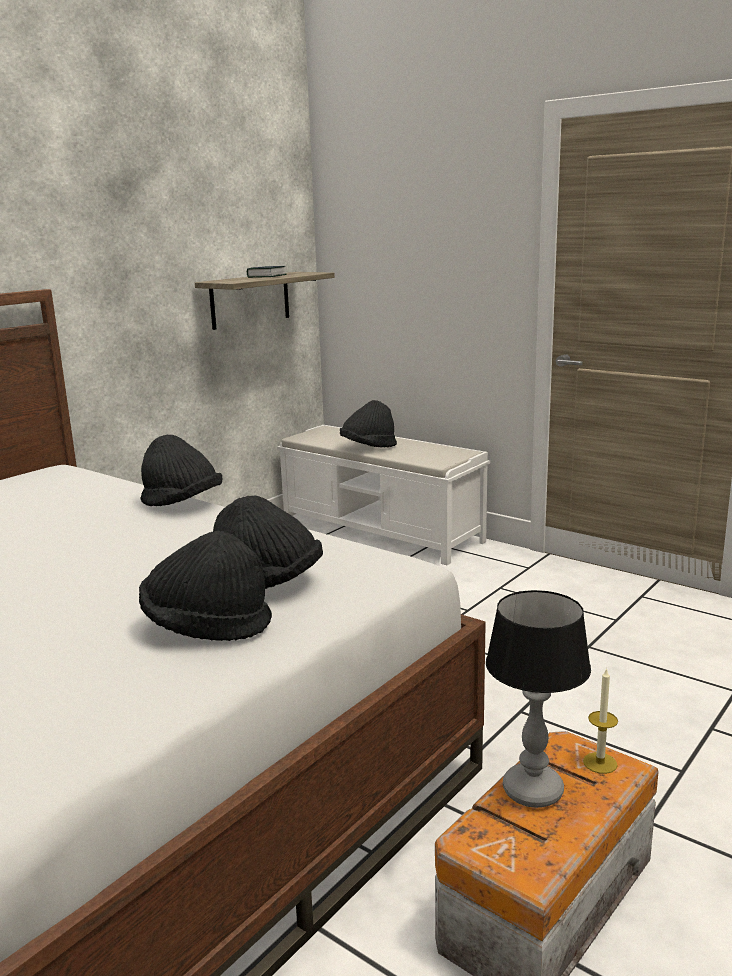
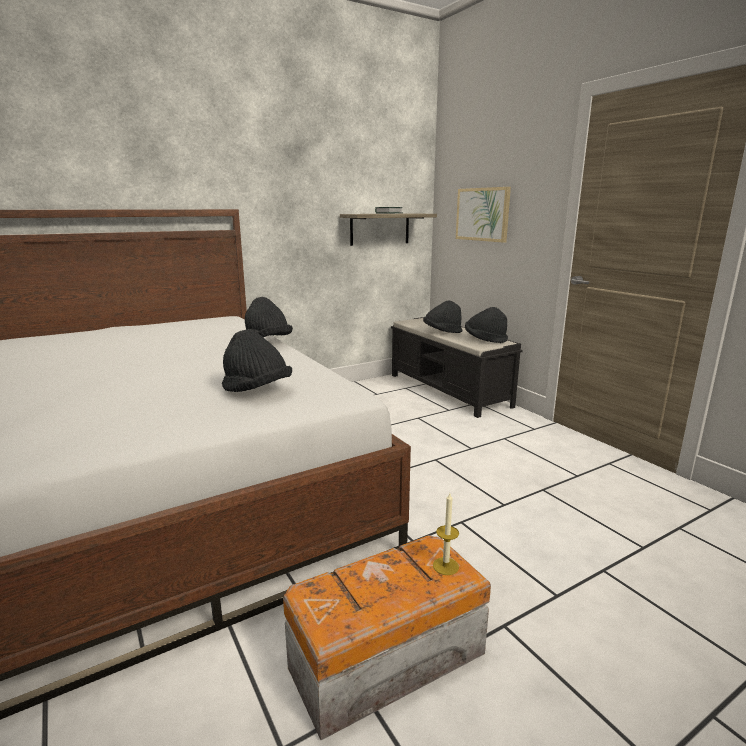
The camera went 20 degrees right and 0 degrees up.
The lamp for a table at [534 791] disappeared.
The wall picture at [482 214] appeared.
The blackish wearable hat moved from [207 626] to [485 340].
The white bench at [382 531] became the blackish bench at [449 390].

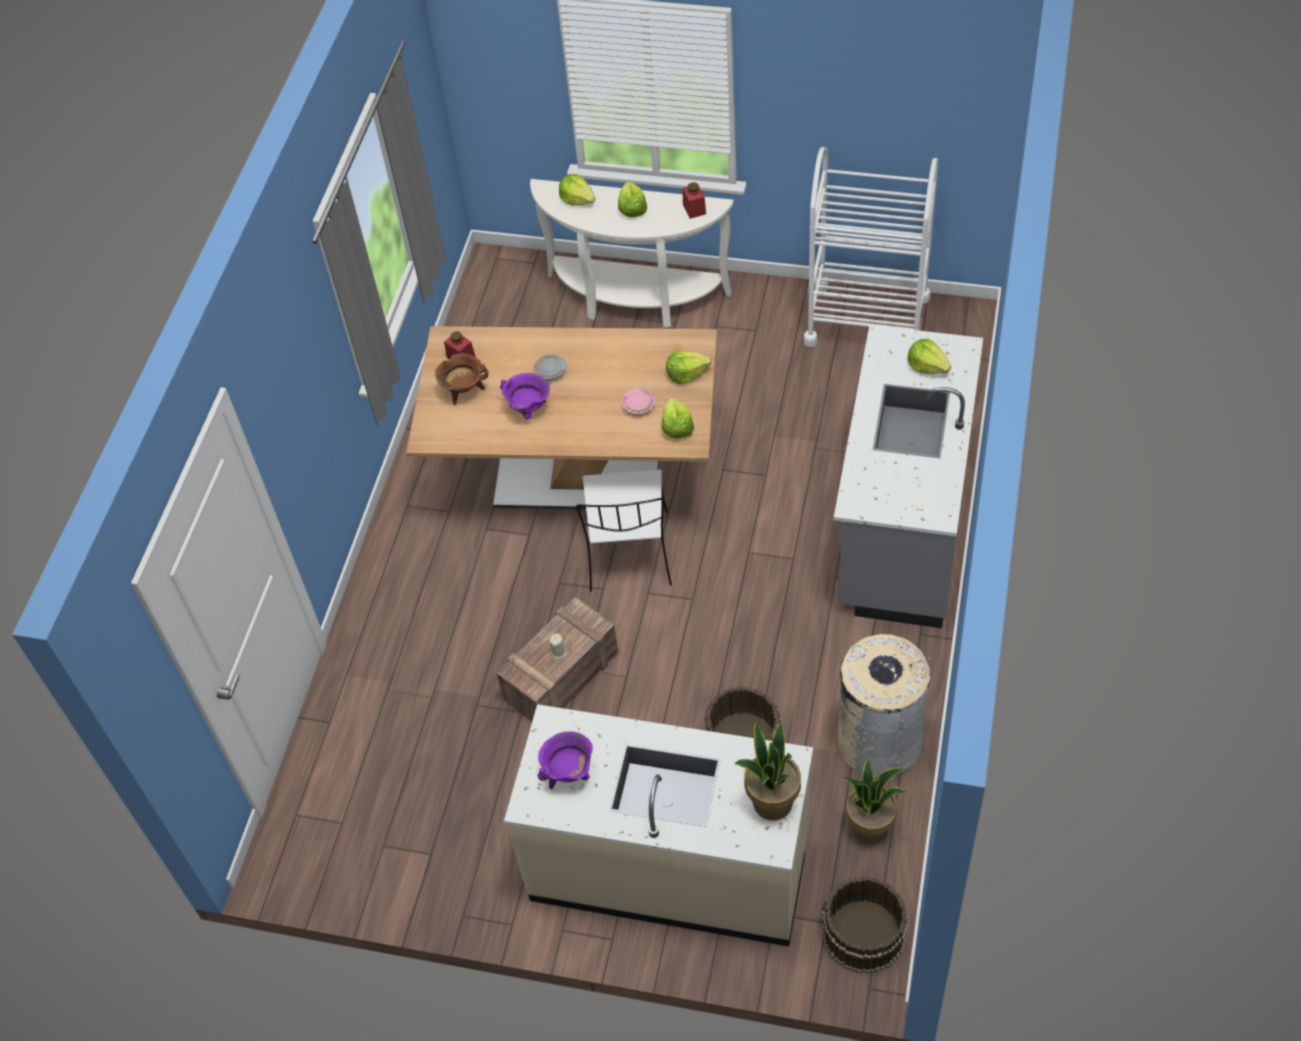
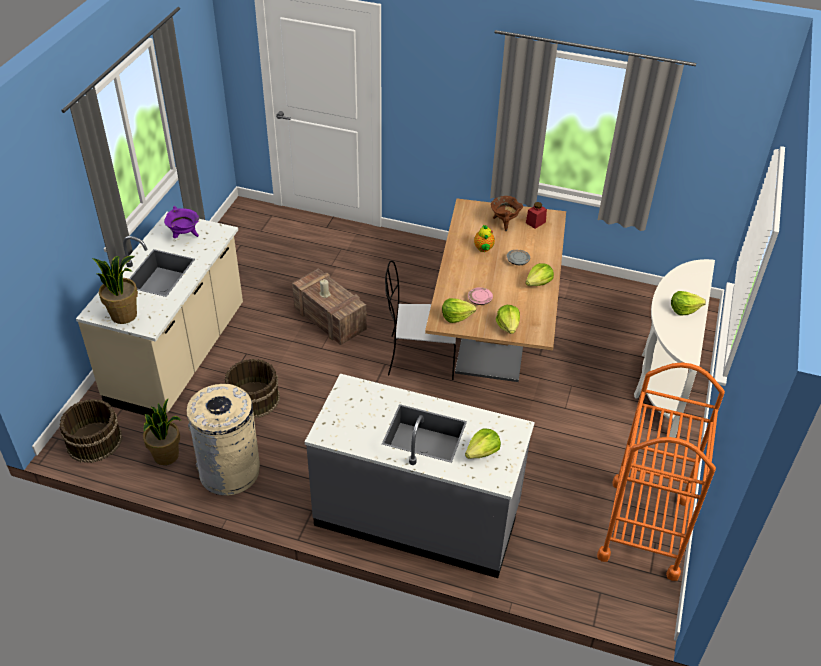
The camera went 90 degrees right and 10 degrees down.
The reddish jar at [694 209] disappeared.
The lettuce head moved from [577 199] to [538 283].
The purple-coloured stockpot at [528 410] was replaced by the teapot at [483 249].
The white wheeled cart at [867 320] became the orangey wheeled cart at [644 528].

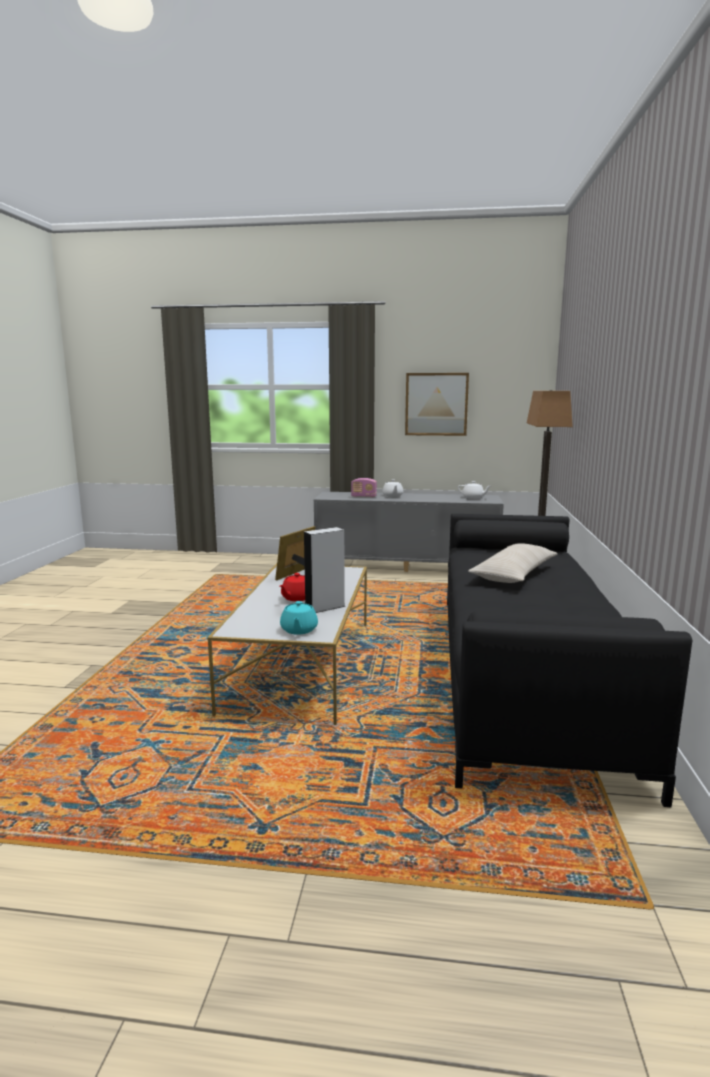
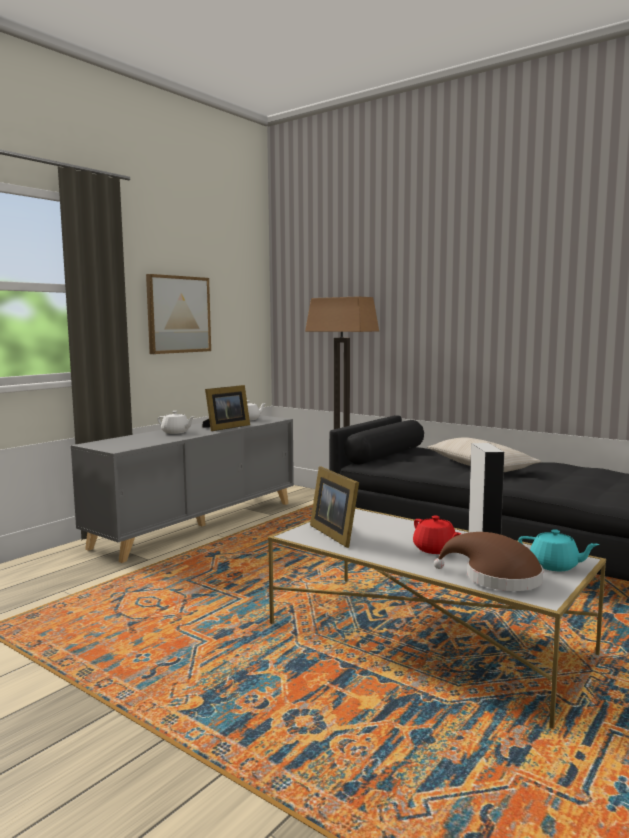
The camera went 60 degrees left and 5 degrees down.
The radio at [363 496] disappeared.
The standing frame at [225 427] appeared.
The brownish wearable hat at [496 578] appeared.

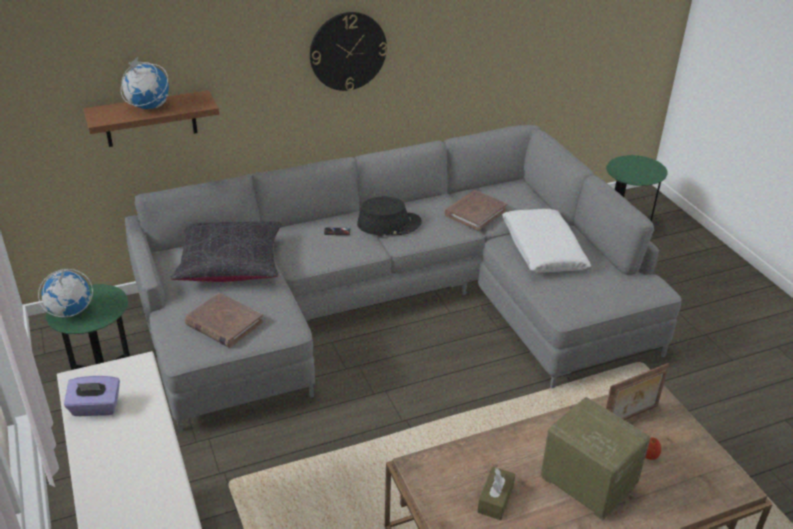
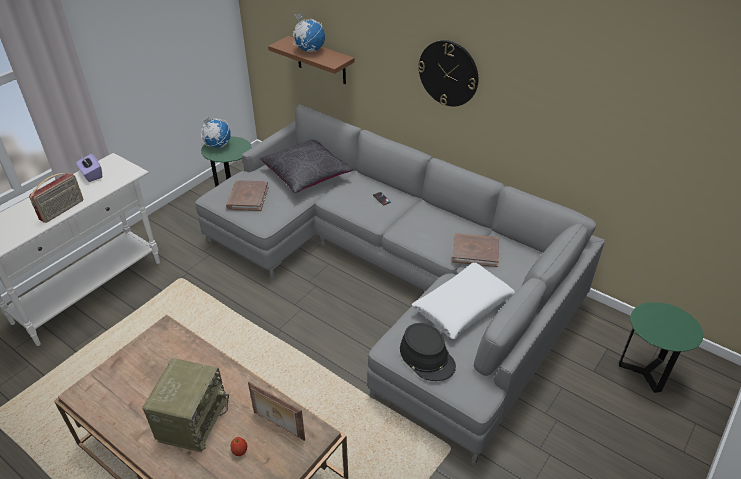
The camera went 60 degrees right and 5 degrees up.
The brownish tissue holder at [495 499] disappeared.
The radio at [62 210] appeared.
The blackish wearable hat moved from [389 223] to [427 357].

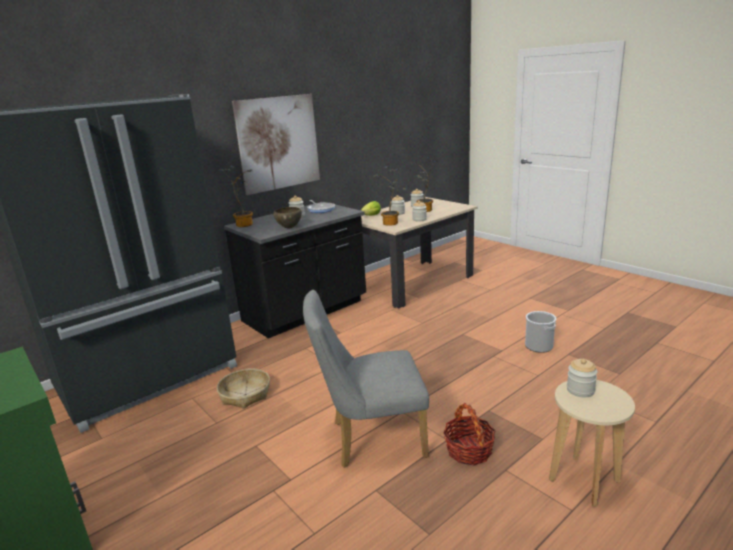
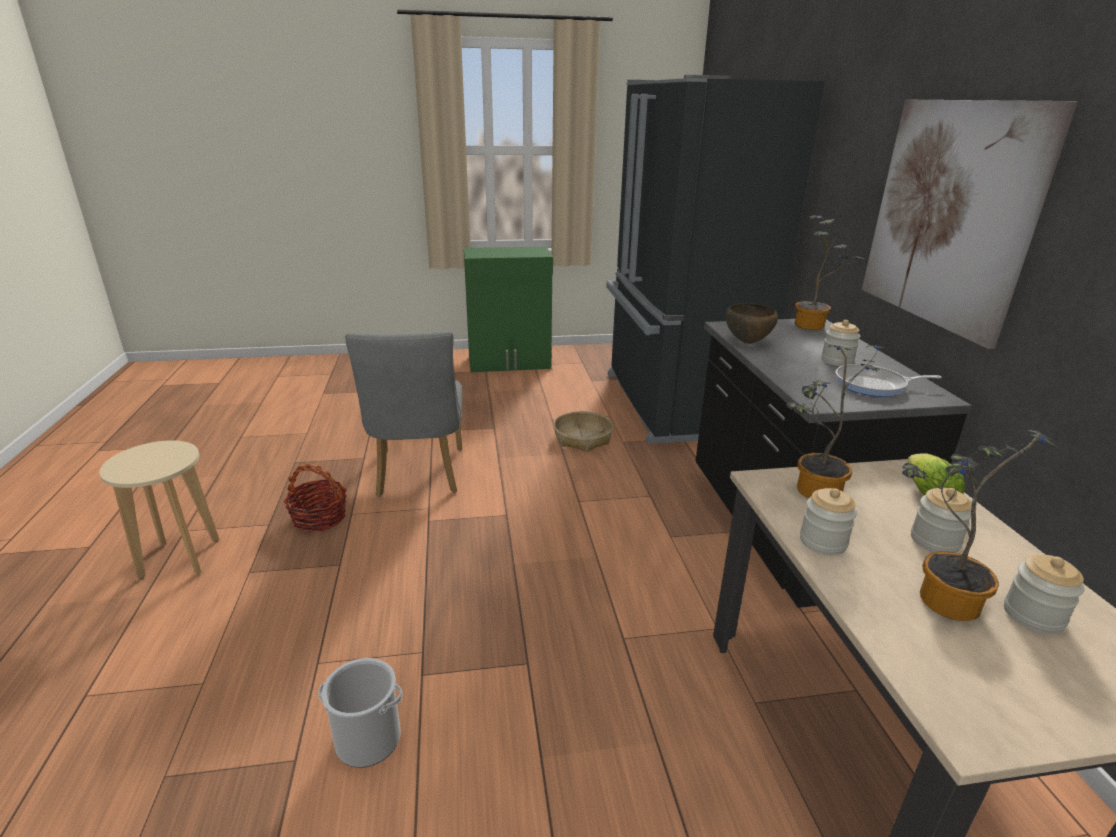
The camera went 120 degrees right and 5 degrees up.
The jar at [580 390] disappeared.
The gray chair at [370 439] turned 150 degrees clockwise.

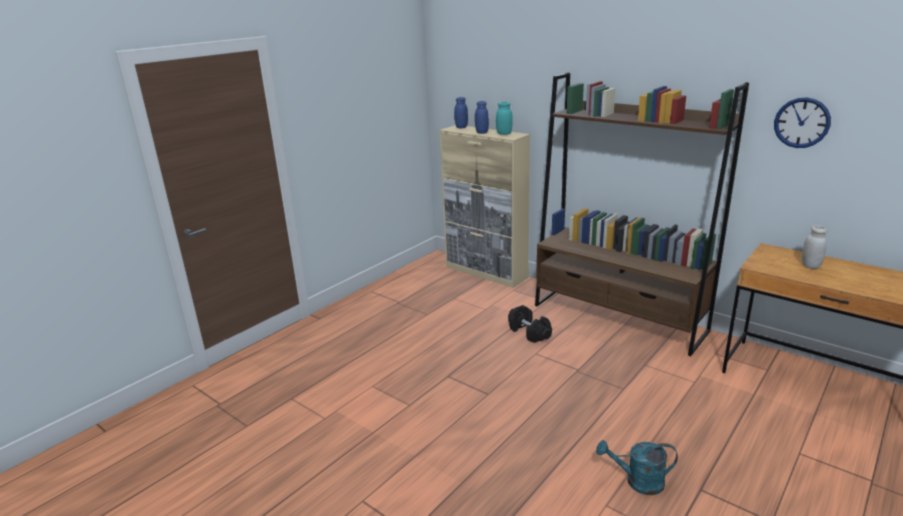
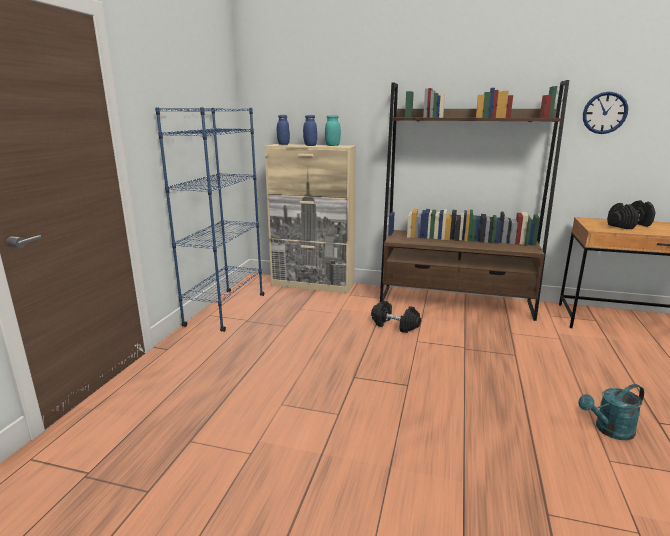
The camera went 25 degrees left and 5 degrees down.
The blue shelving unit at [225 310] appeared.
The white jar at [810 265] was replaced by the blackish dumbbell at [629 225].

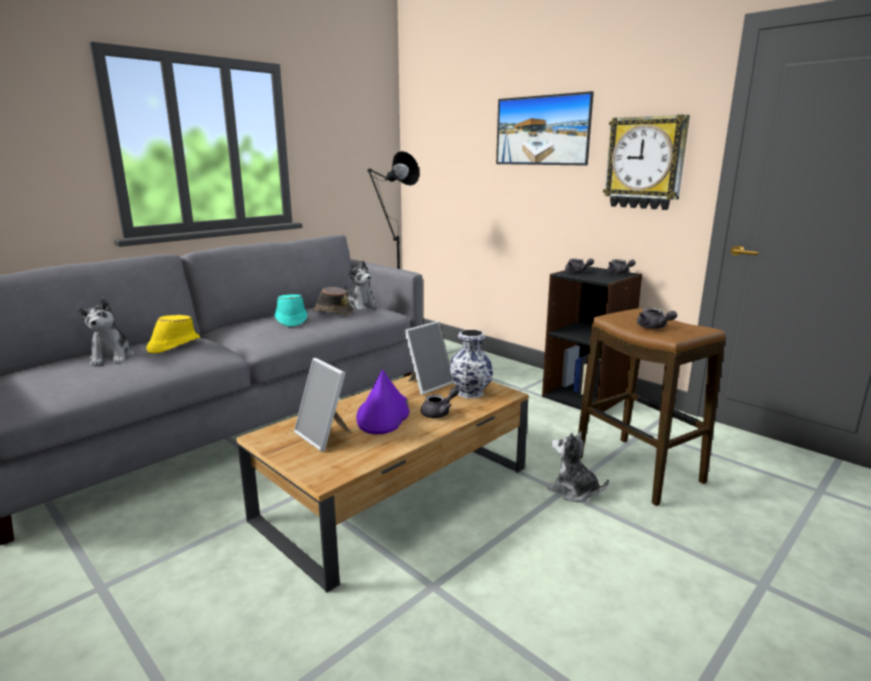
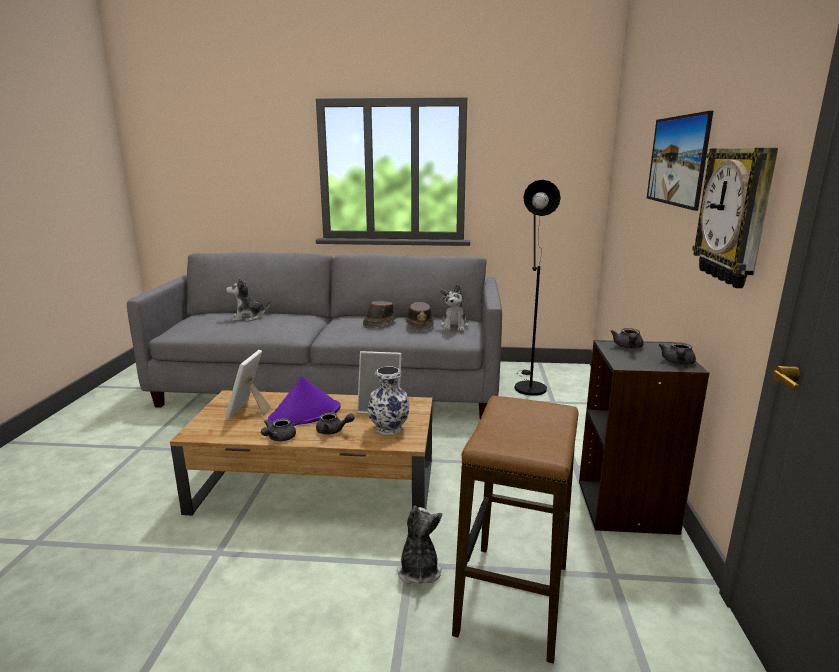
The camera went 50 degrees right and 0 degrees up.
The yellowish wearable hat at [173 345] disappeared.
The gray teapot moved from [653 327] to [278 438].
The turquoise wearable hat at [291 320] became the brownish wearable hat at [379 323].
The cuddly toy at [112 357] turned 45 degrees clockwise.

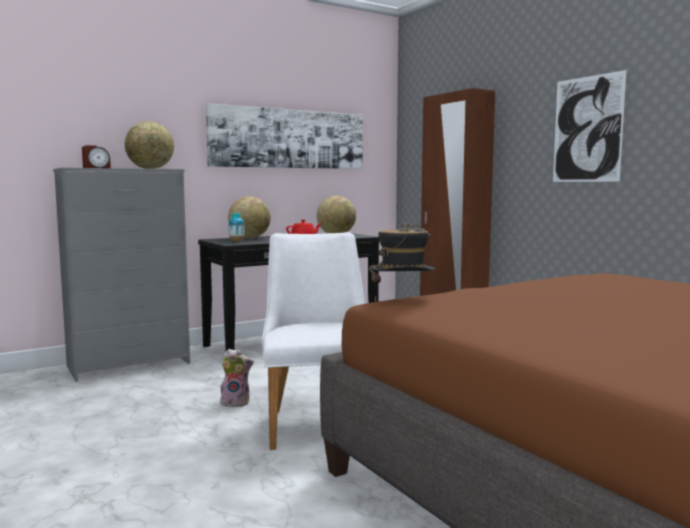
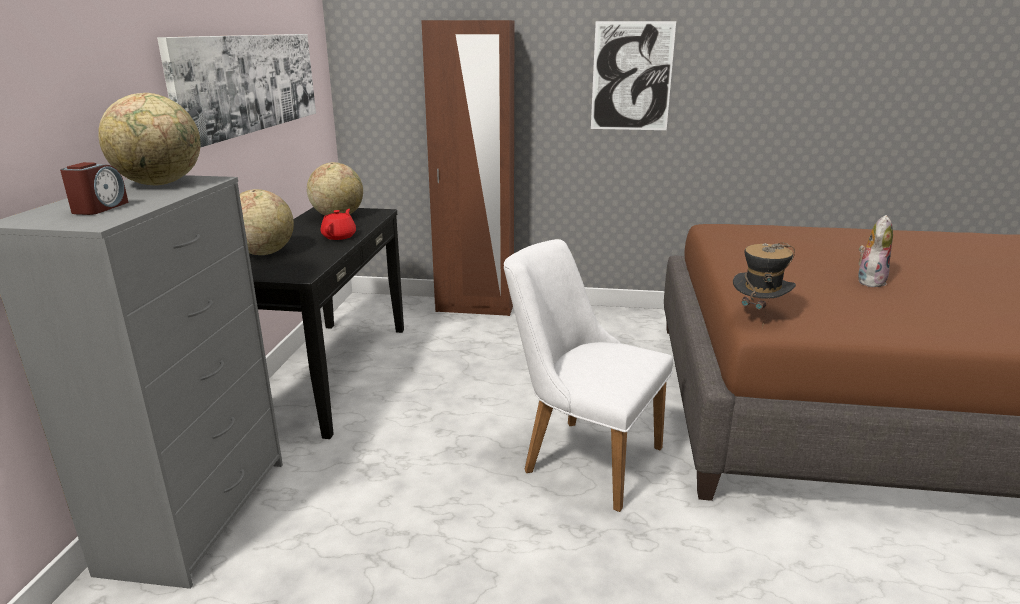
The camera went 50 degrees left and 15 degrees up.
The flower vase at [236 241] disappeared.
The cuddly toy moved from [236 402] to [869 281].

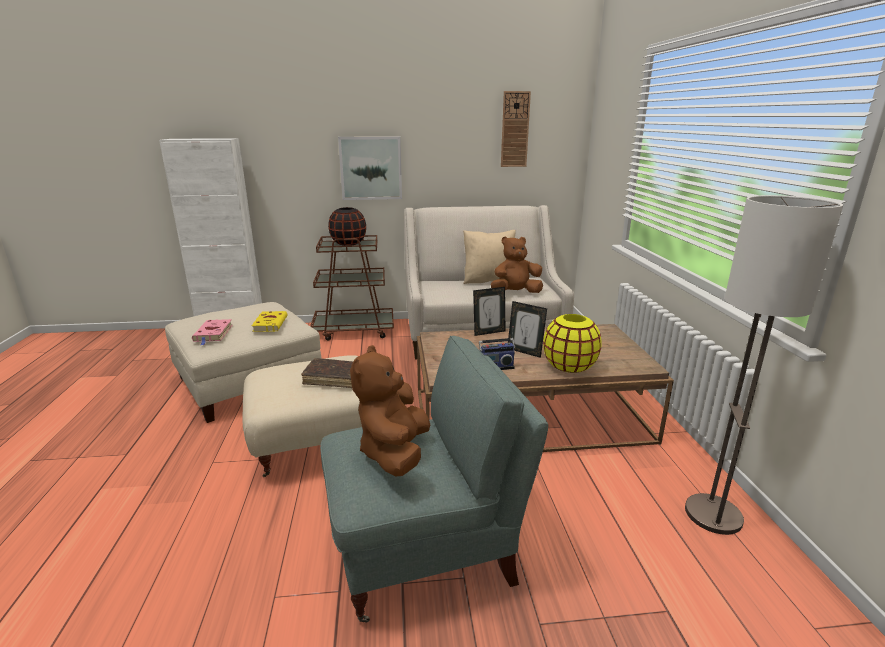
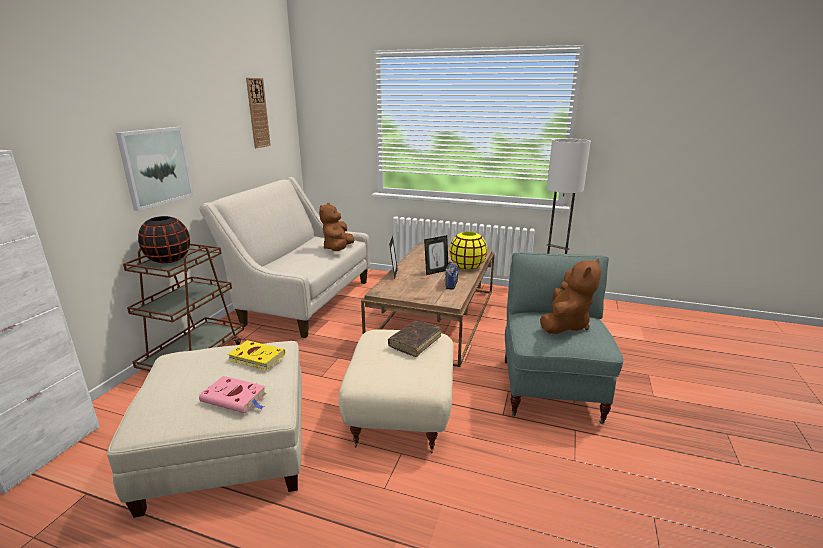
The camera went 65 degrees left and 0 degrees up.
The beige pillow at [488 280] disappeared.
The brownish cuddly toy at [394 452] turned 90 degrees counterclockwise.

